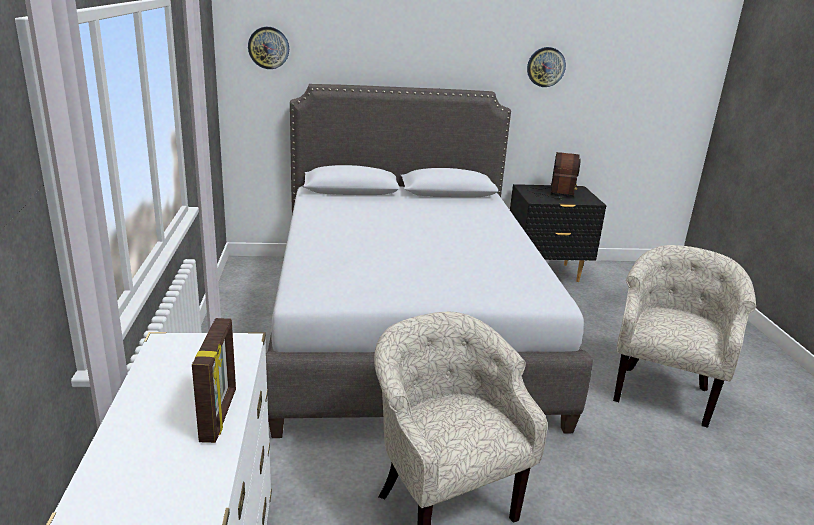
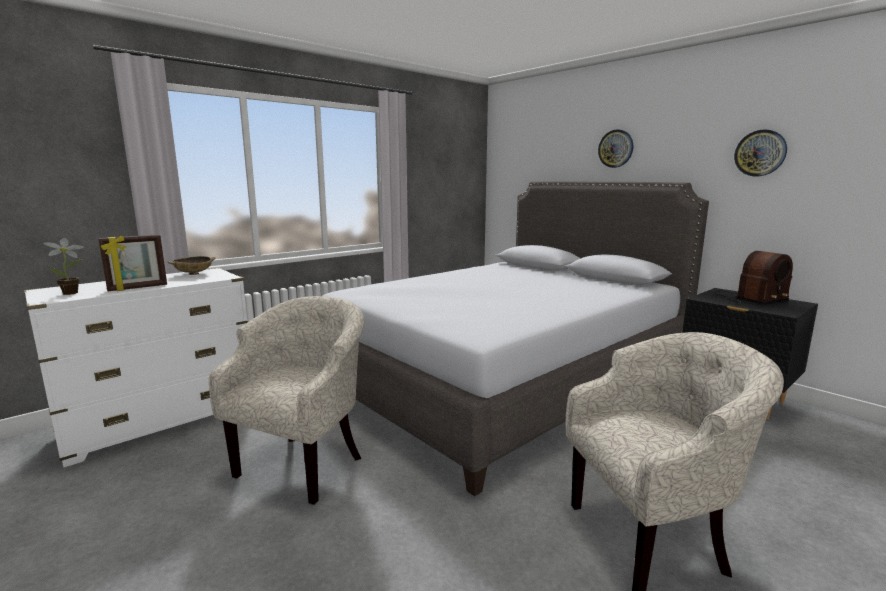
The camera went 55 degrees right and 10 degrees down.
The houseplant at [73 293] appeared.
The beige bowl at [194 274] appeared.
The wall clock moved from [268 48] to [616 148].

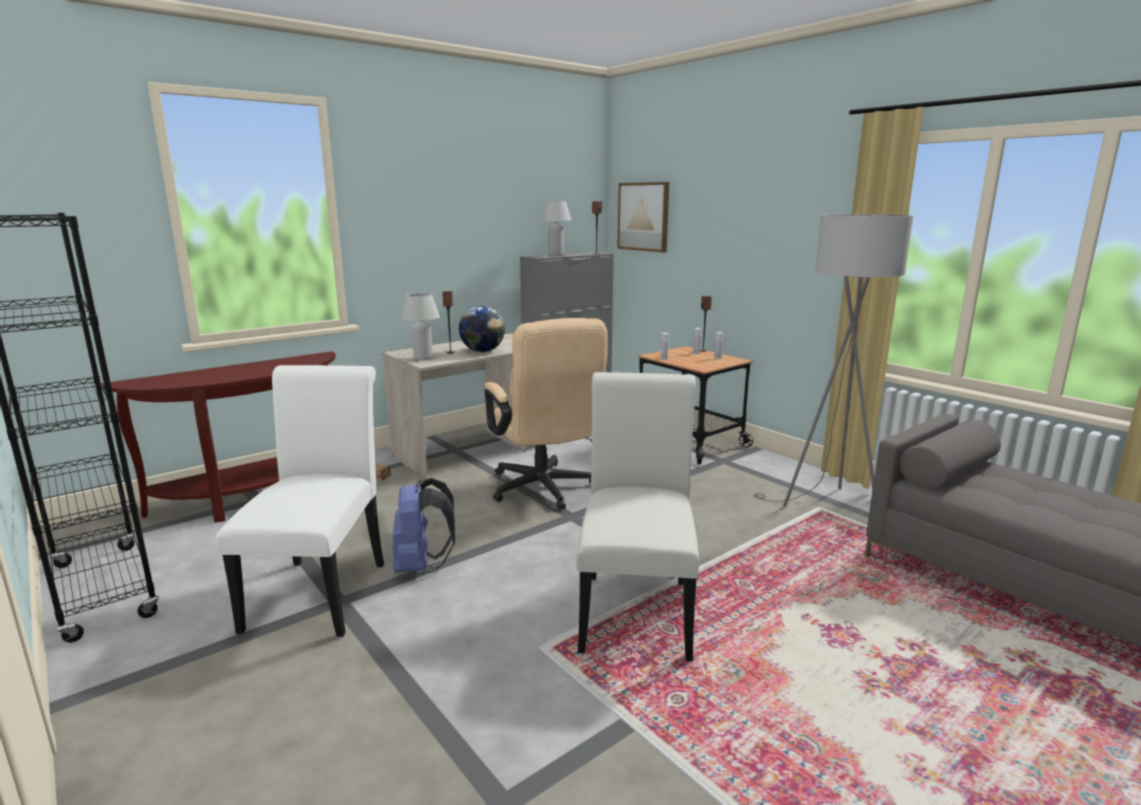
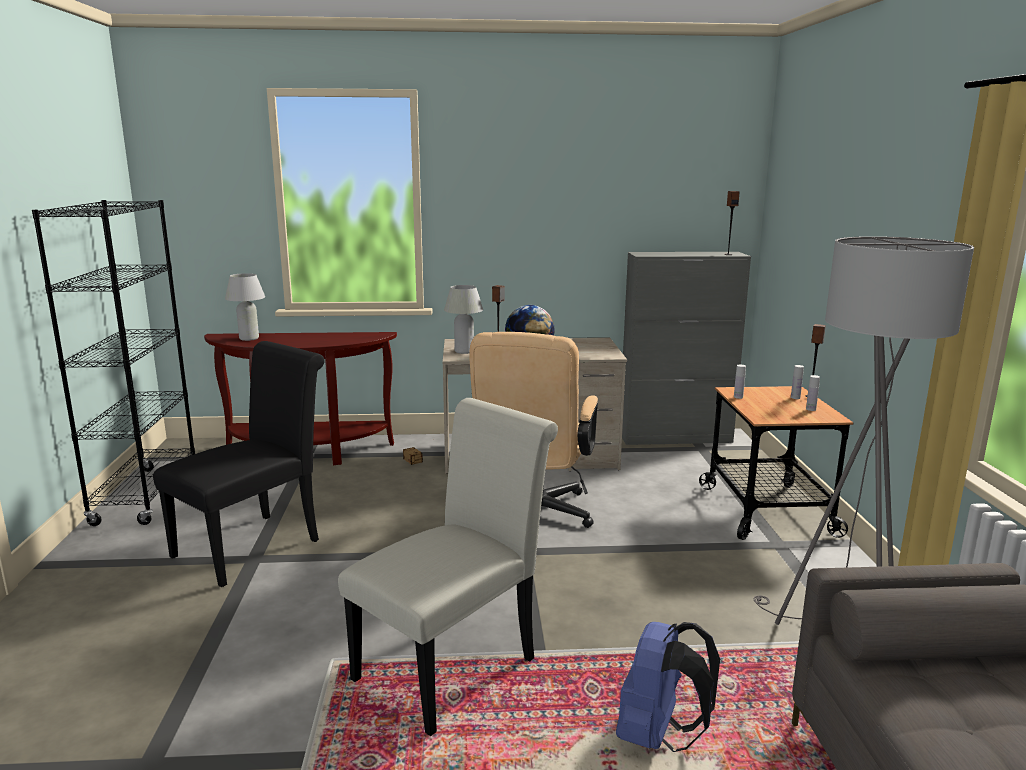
The camera went 35 degrees right and 0 degrees up.
The wall picture at [643 216] disappeared.
The blue knapsack moved from [421 565] to [658 736].
The white lamp for a table moved from [556 255] to [249 338].
The white chair at [321 590] became the blackish chair at [255 545].

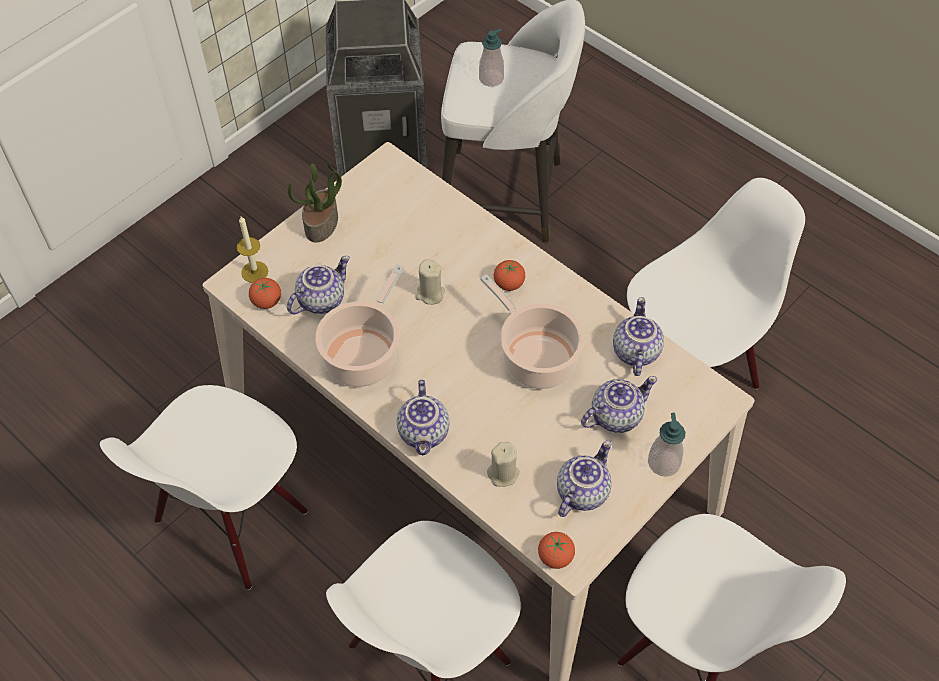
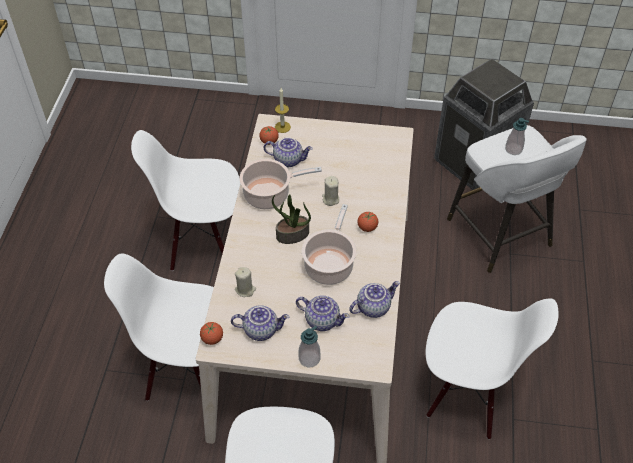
The camera went 55 degrees right and 5 degrees down.
The teapot at [425 433] disappeared.
The houseplant moved from [322 224] to [292 235].

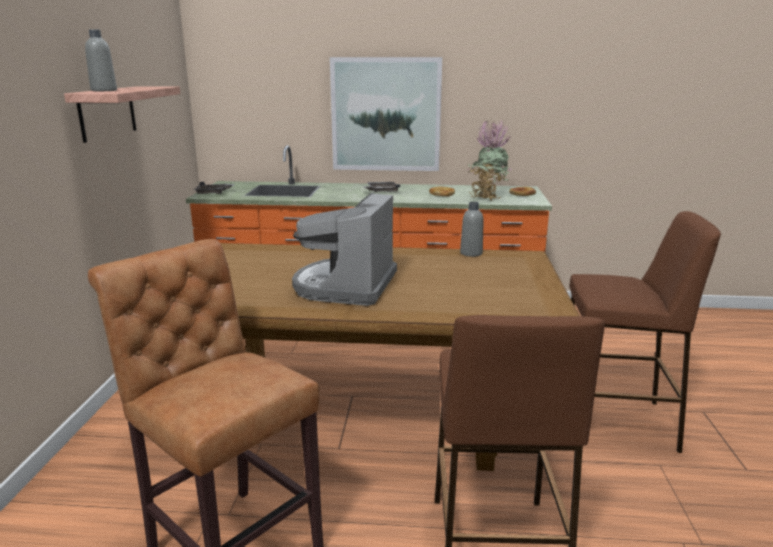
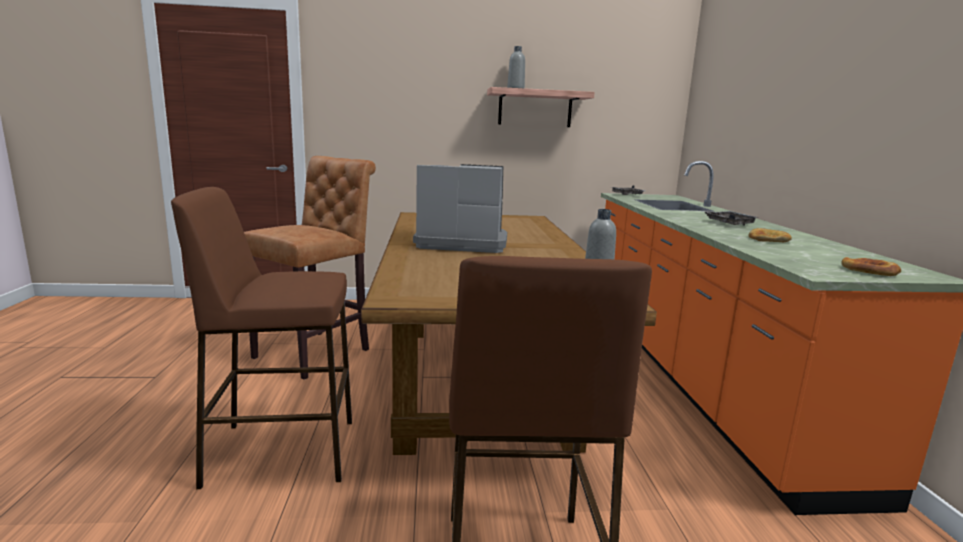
The camera went 80 degrees right and 5 degrees down.
The wall picture at [386 115] disappeared.
The houseplant at [487 197] disappeared.

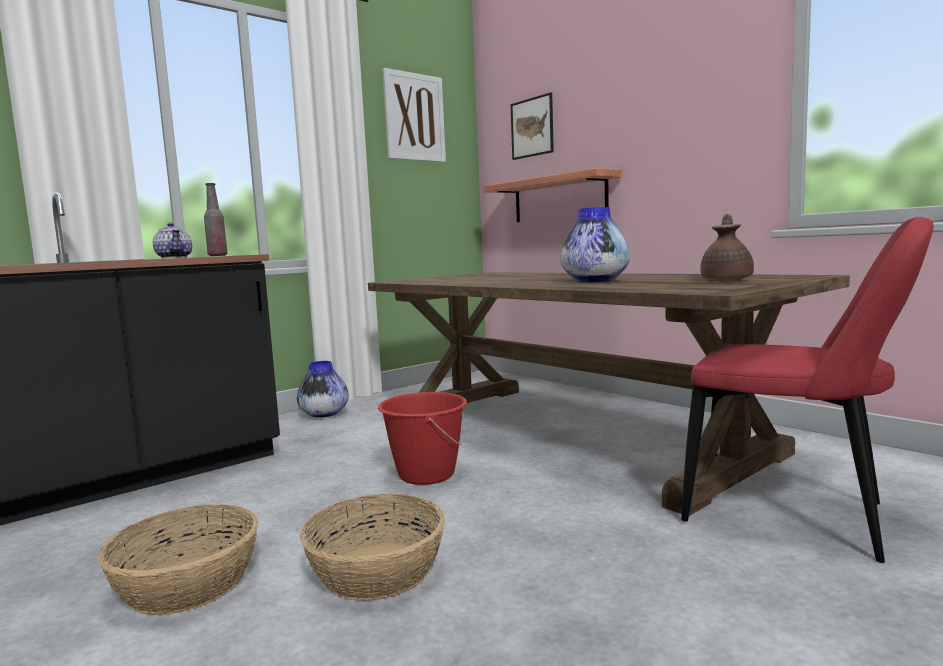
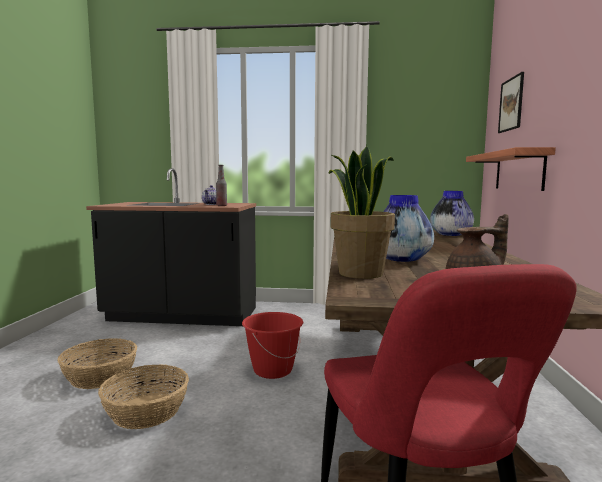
The camera went 45 degrees right and 0 degrees up.
The wall picture at [414 117] disappeared.
The houseplant at [360 273] appeared.
The flower vase moved from [324 415] to [450 235].

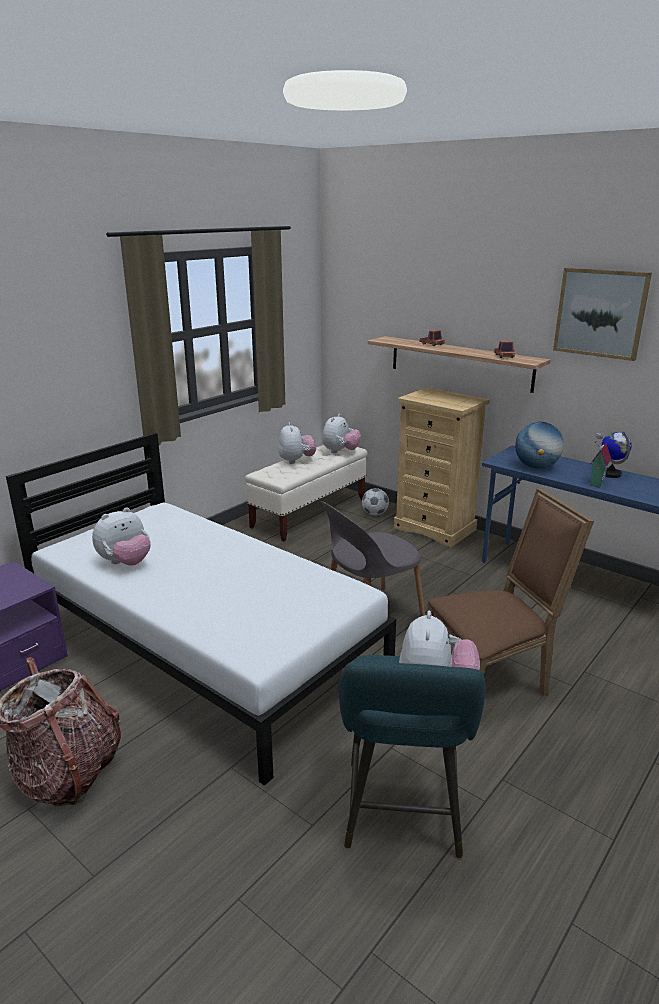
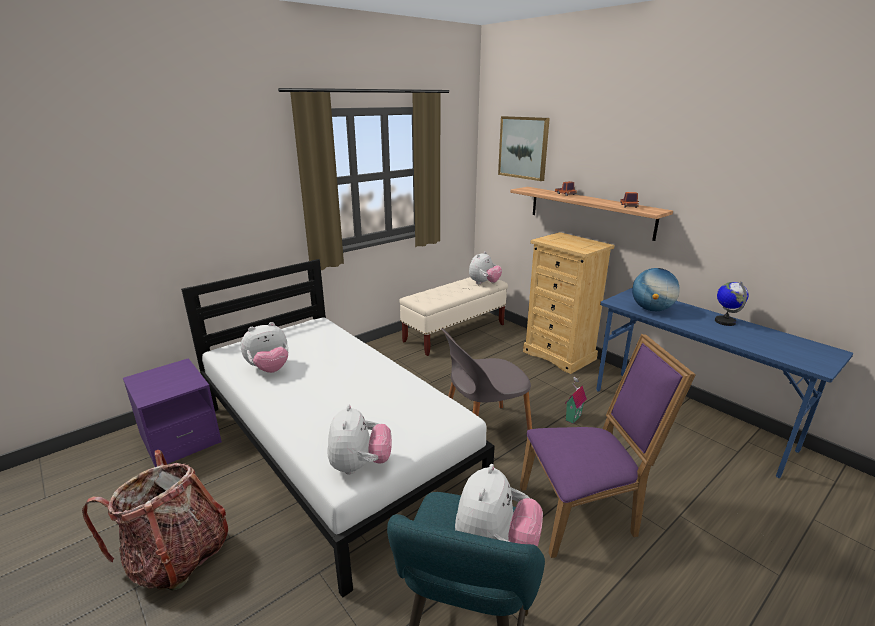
The camera went 10 degrees right and 0 degrees up.
The ball for football at [375 514] disappeared.
The cuddly toy moved from [296 461] to [360 465].
The wall picture moved from [600 313] to [523 147].
The model house moved from [595 482] to [572 417].
The brownish chair at [491 680] became the purple-coloured chair at [583 512].

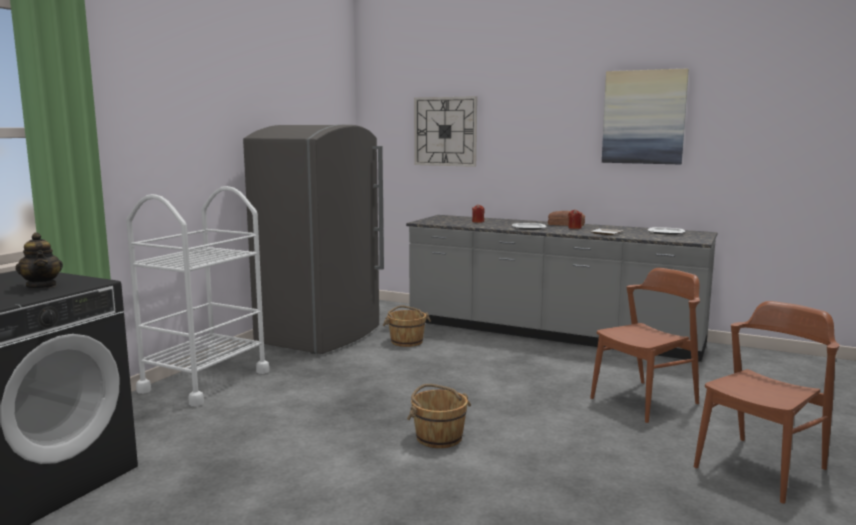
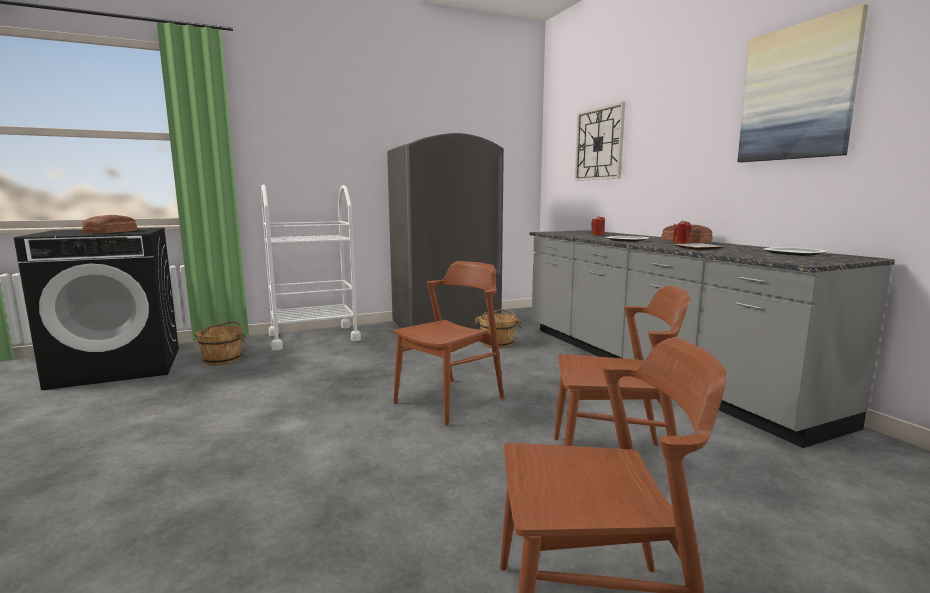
The camera went 40 degrees right and 0 degrees up.
The brownish chair at [449 400] appeared.
The brownish pail moved from [438 437] to [223 359].
The teapot at [42 286] was replaced by the bakery bread at [112 232].

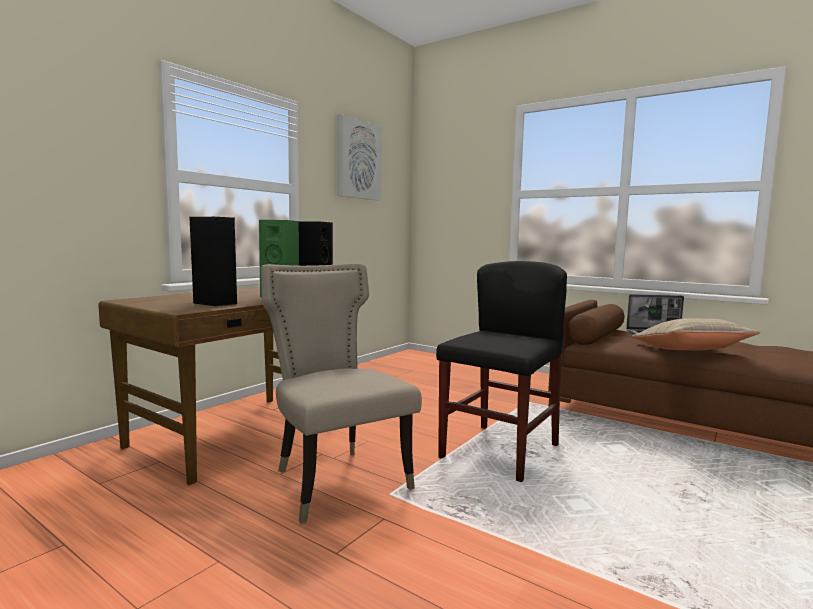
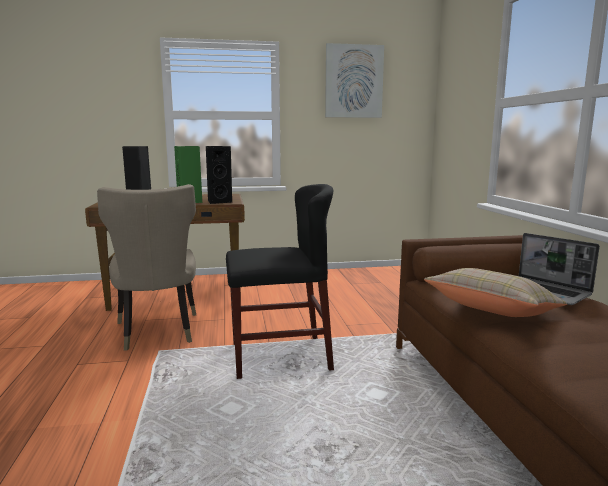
The camera went 45 degrees right and 5 degrees up.
The beige chair at [336 479] turned 150 degrees clockwise.

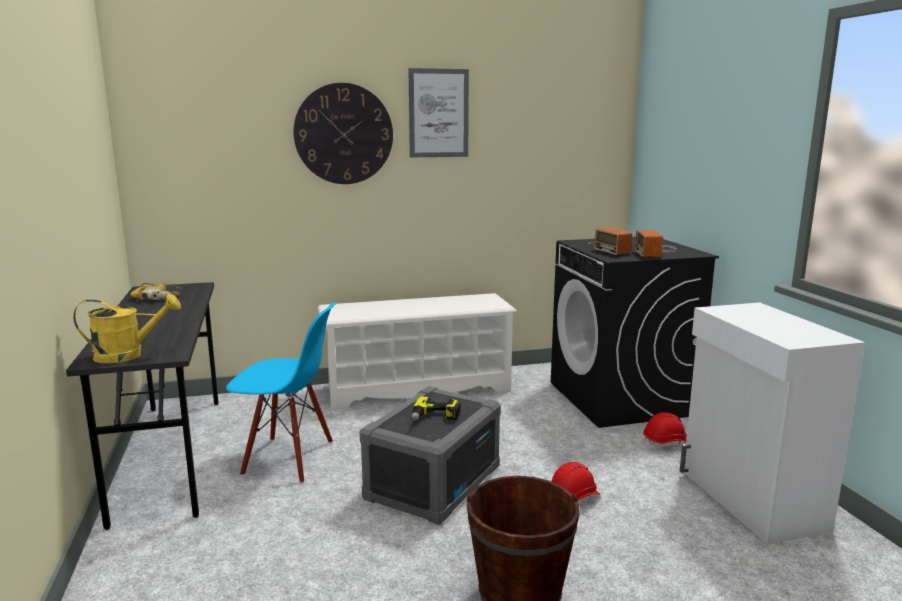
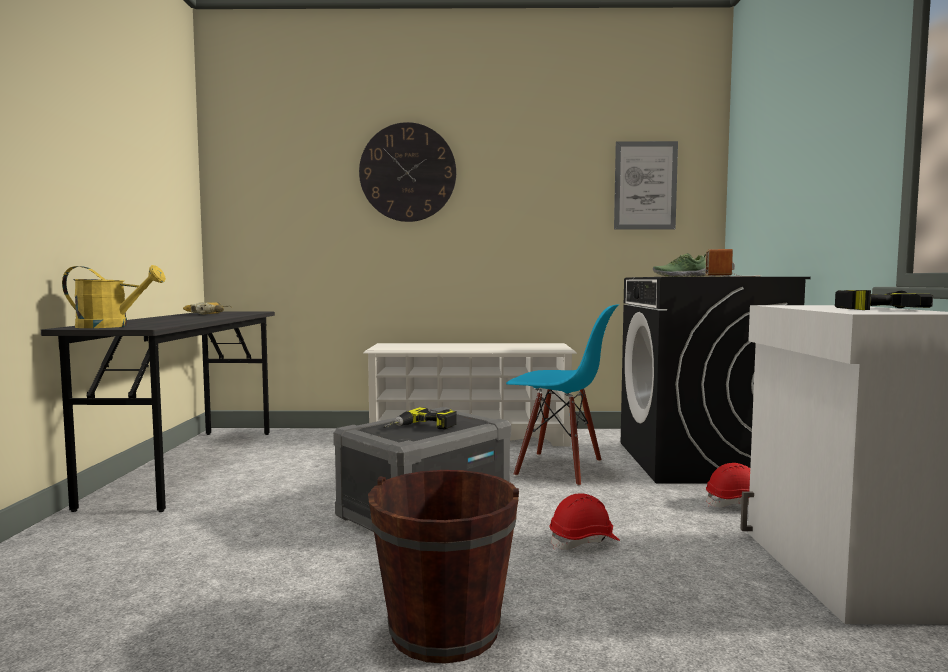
The camera went 15 degrees right and 10 degrees down.
The power drill at [870 308] appeared.
The blue chair moved from [288 458] to [559 468].
The wall picture moved from [438 113] to [645 185].
The radio at [610 247] was replaced by the low shoe at [679 276].

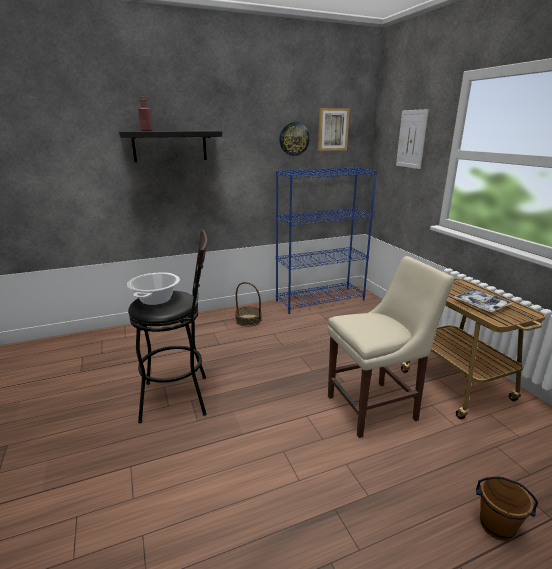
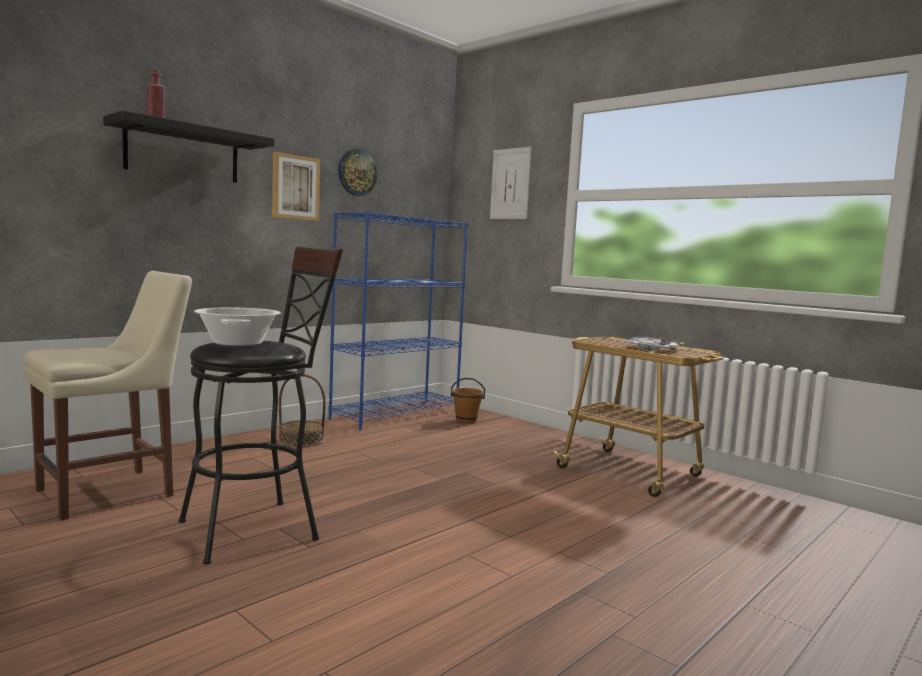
The camera went 25 degrees left and 15 degrees down.
The wall picture moved from [332 129] to [295 187].
The beige chair moved from [375 407] to [113 491].
The brownish pail moved from [496 526] to [466 420].

